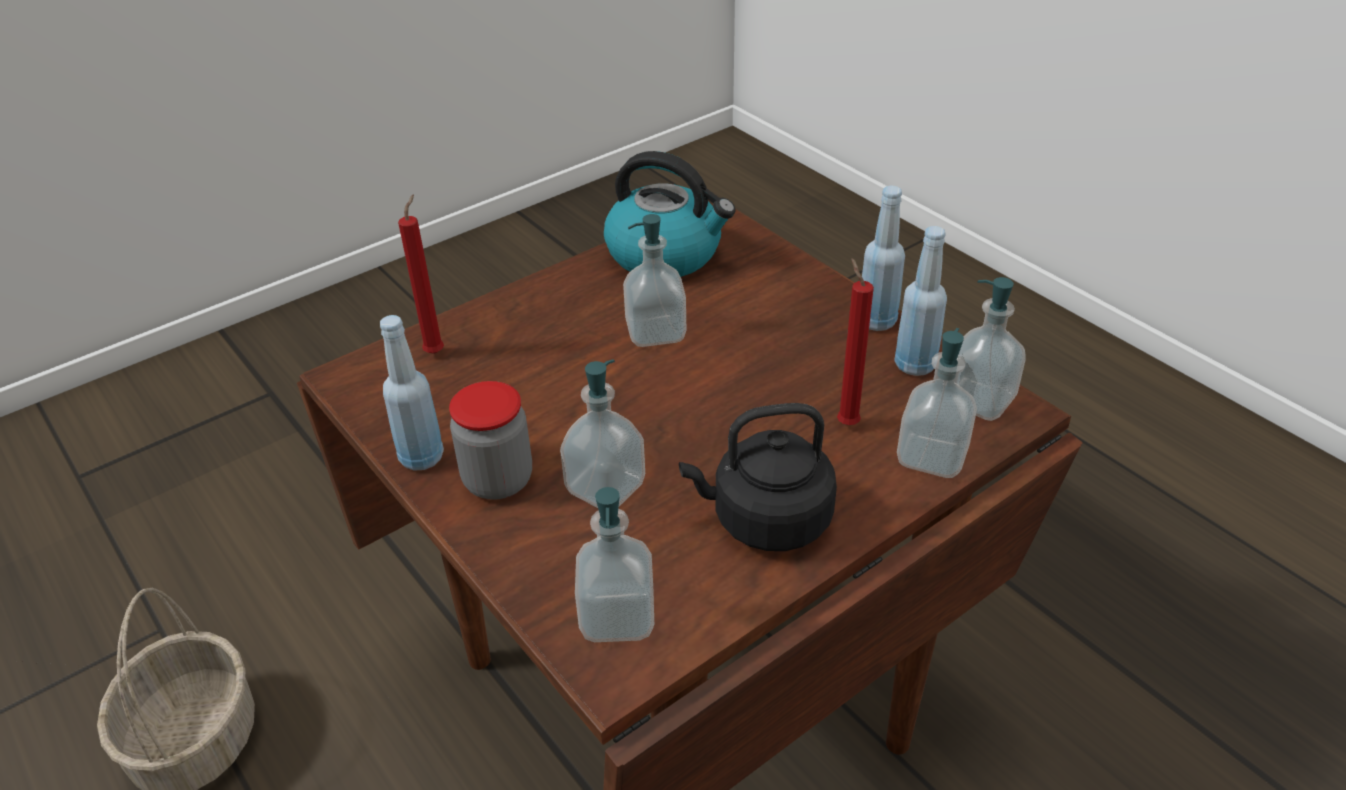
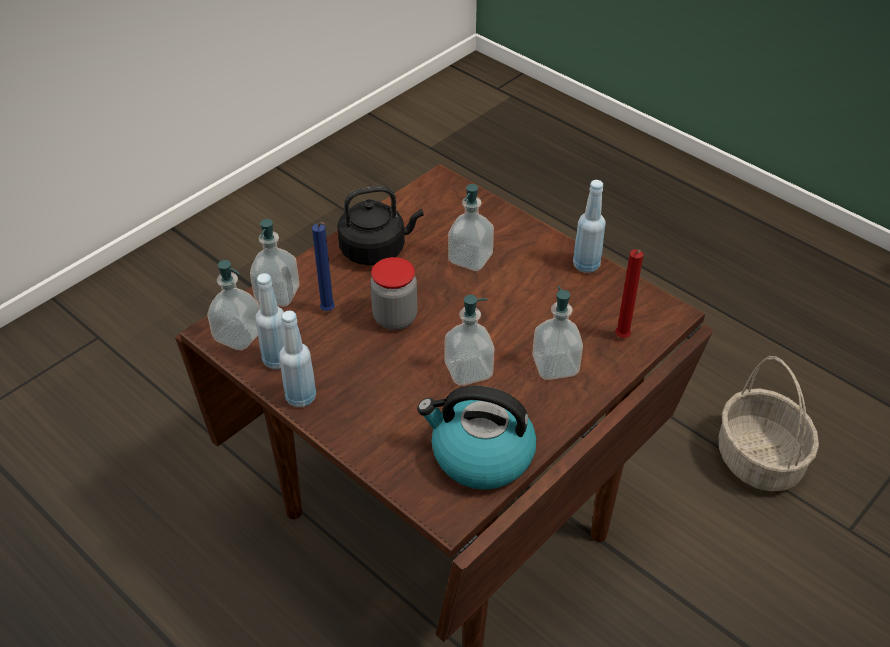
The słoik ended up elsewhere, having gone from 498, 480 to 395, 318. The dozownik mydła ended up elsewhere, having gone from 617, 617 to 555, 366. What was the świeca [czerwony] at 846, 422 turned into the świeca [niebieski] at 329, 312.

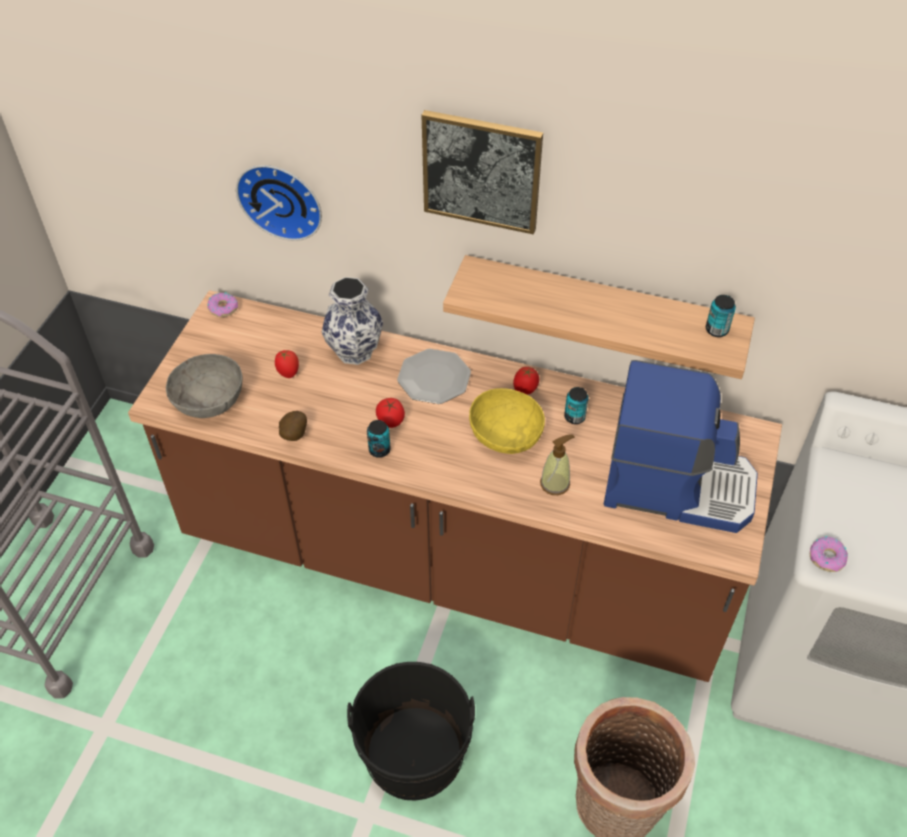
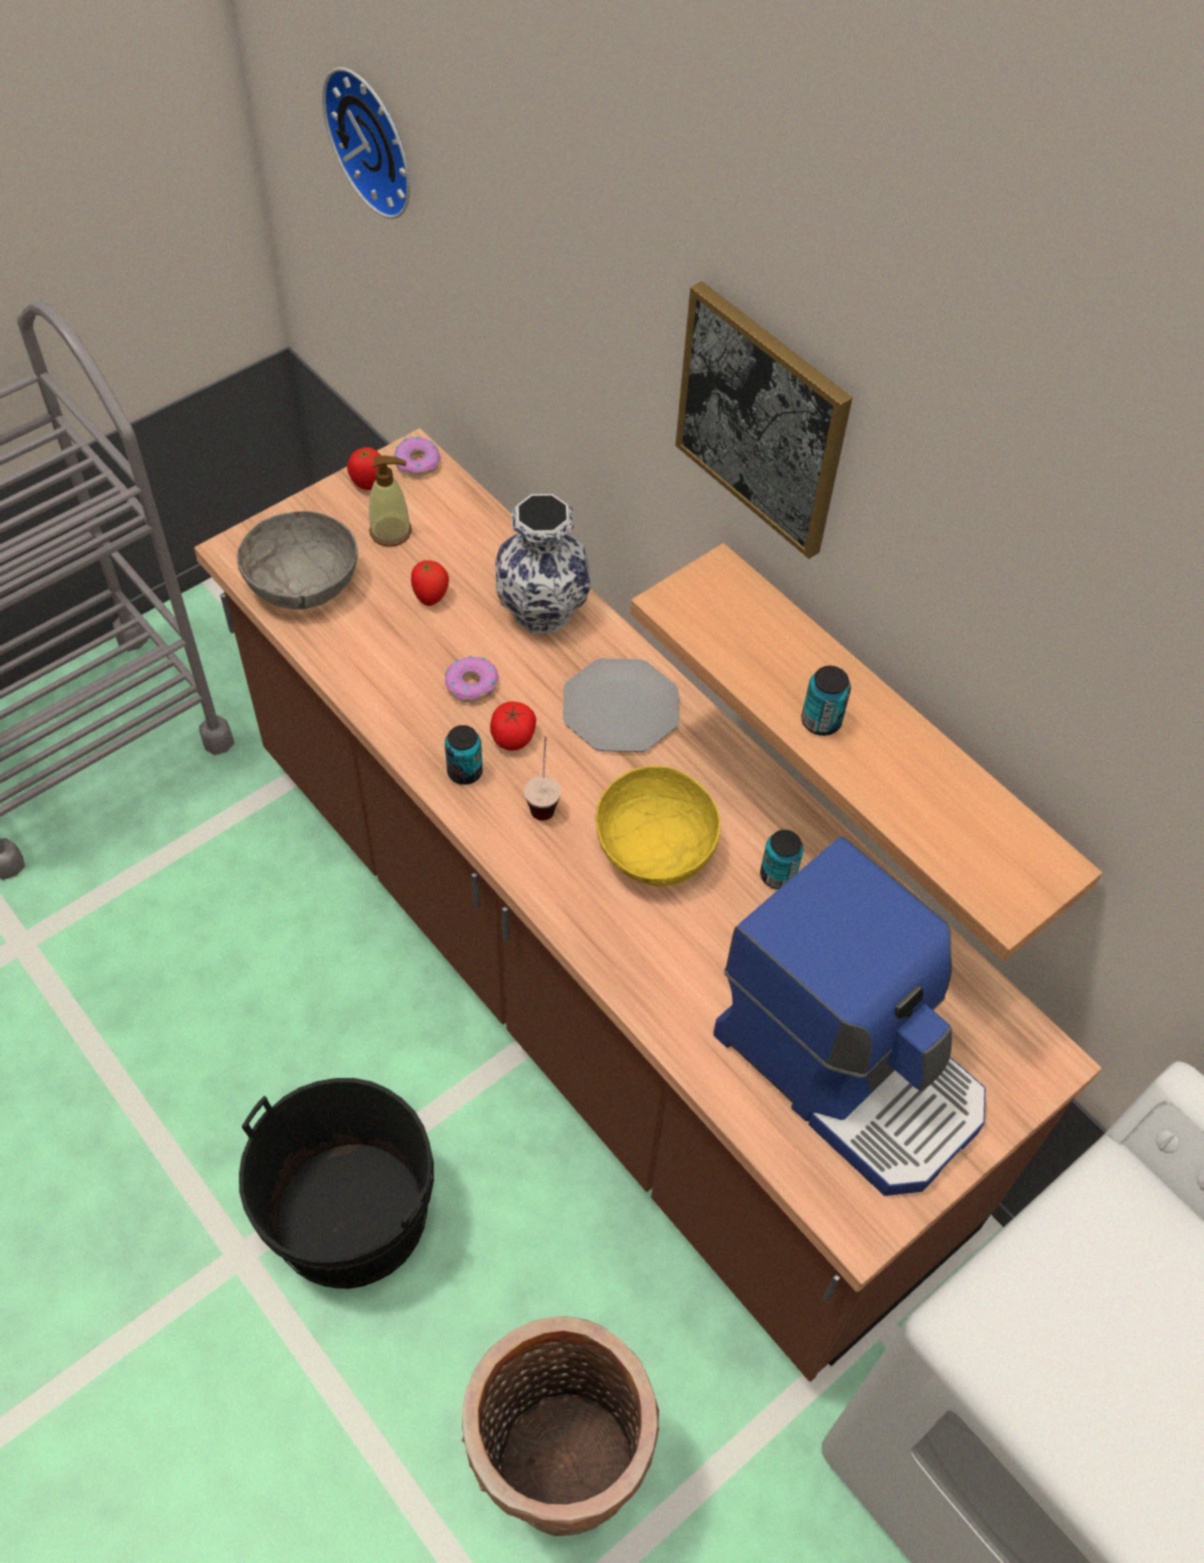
The second view lost the ziemniak at 293, 435. The second view gained the filiżanka at 543, 798. The zegar ścienny ended up elsewhere, having gone from 282, 198 to 376, 140. The pomidor ended up elsewhere, having gone from 525, 390 to 368, 483. The dozownik mydła ended up elsewhere, having gone from 555, 483 to 391, 532. The puszka ended up elsewhere, having gone from 716, 330 to 821, 721. The donut ended up elsewhere, having gone from 827, 557 to 472, 685.

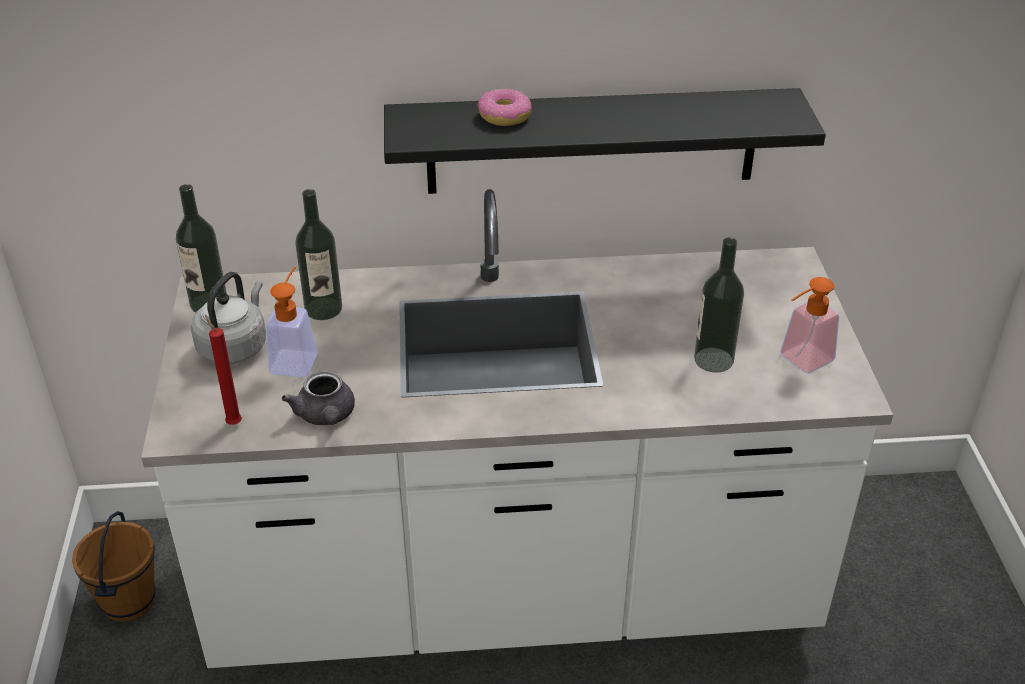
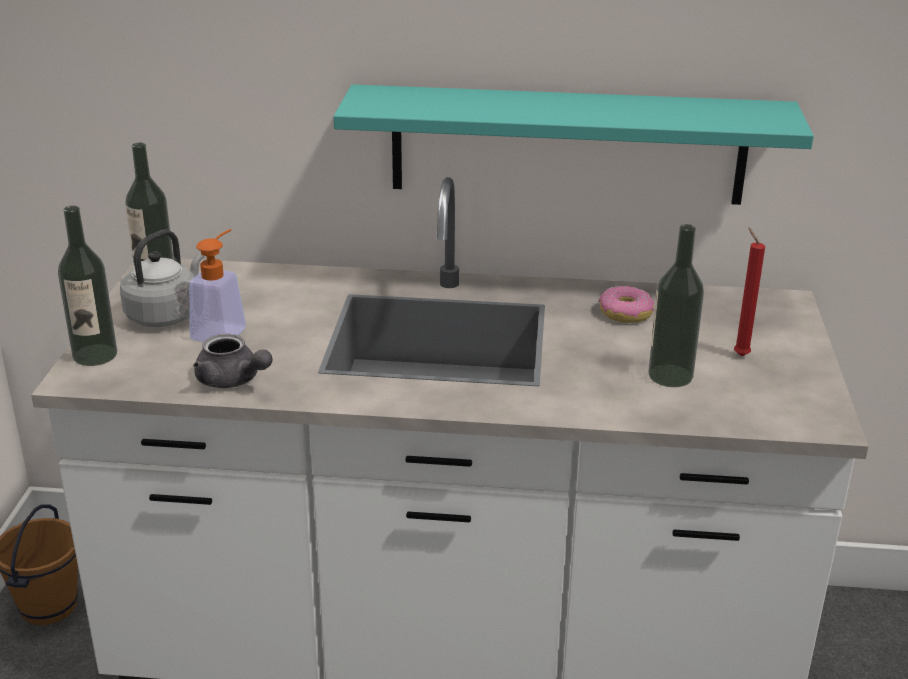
The second view lost the dozownik mydła at 800, 362. The świeca [czerwony] ended up elsewhere, having gone from 233, 422 to 739, 355. The butelka ended up elsewhere, having gone from 323, 309 to 95, 355. The donut ended up elsewhere, having gone from 504, 116 to 625, 313. What was the półka [czarny] at 592, 141 turned into the półka [turkusowy] at 567, 145. The imbryk [szary] at 326, 416 ended up facing another way, 45 degrees counterclockwise from before.

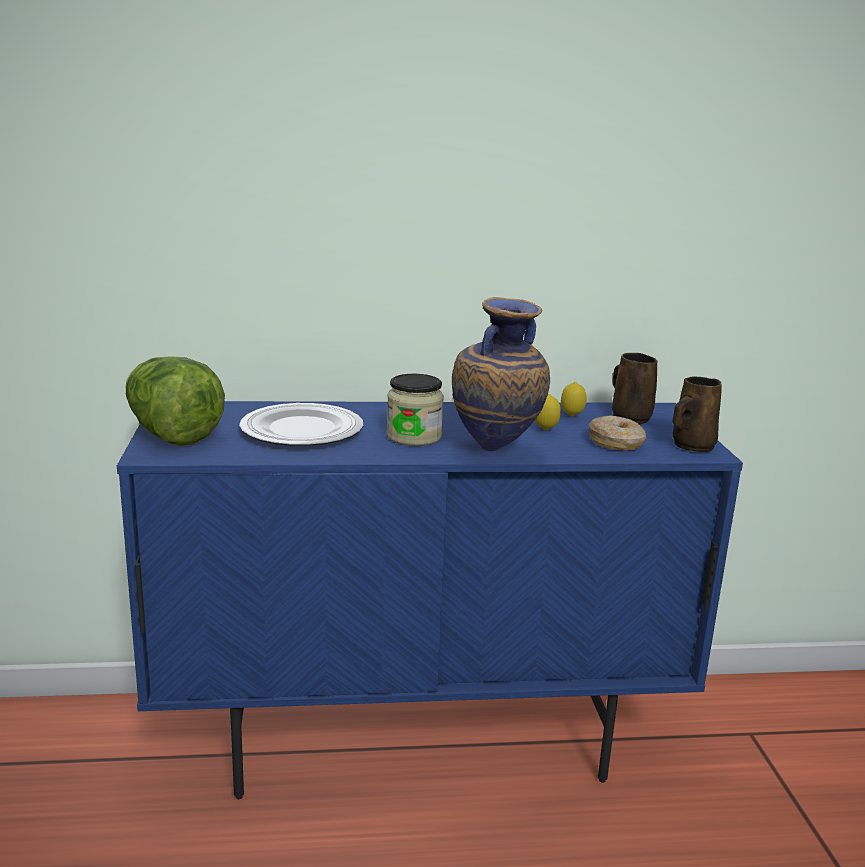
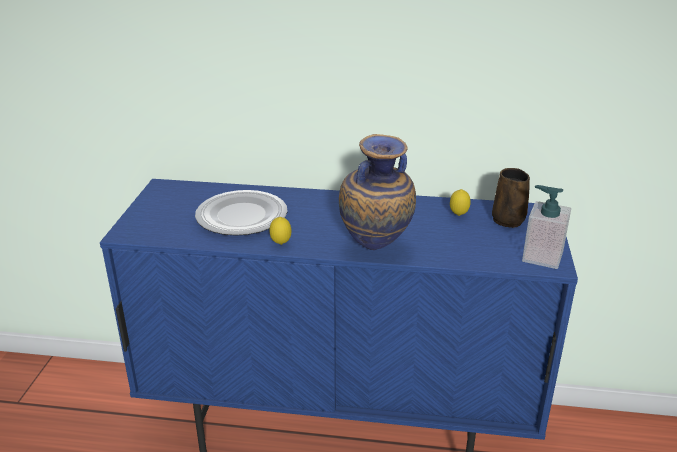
The second view lost the sałata at 171, 435. The second view lost the słoik at 414, 436. The second view lost the donut at 616, 443. The cytryna ended up elsewhere, having gone from 545, 430 to 281, 244. Where the kubek [brązowy] stood at 691, 446, the dozownik mydła came to stand at 542, 256.

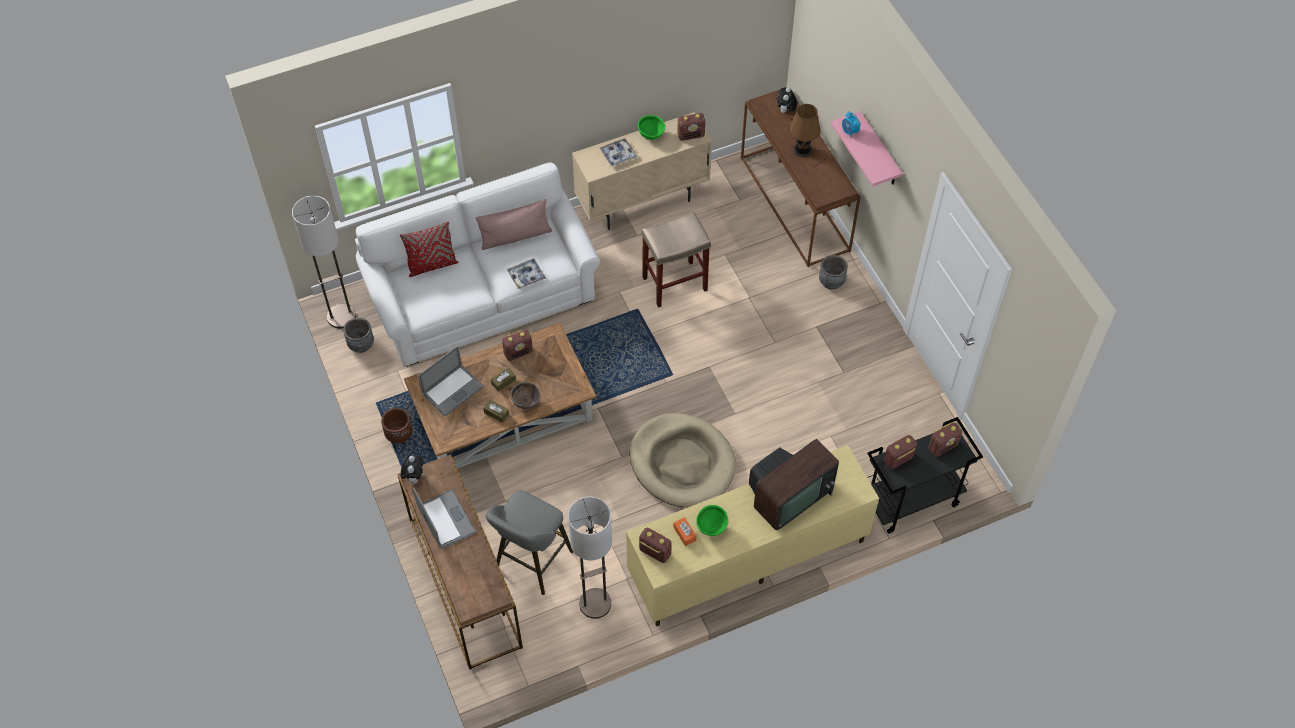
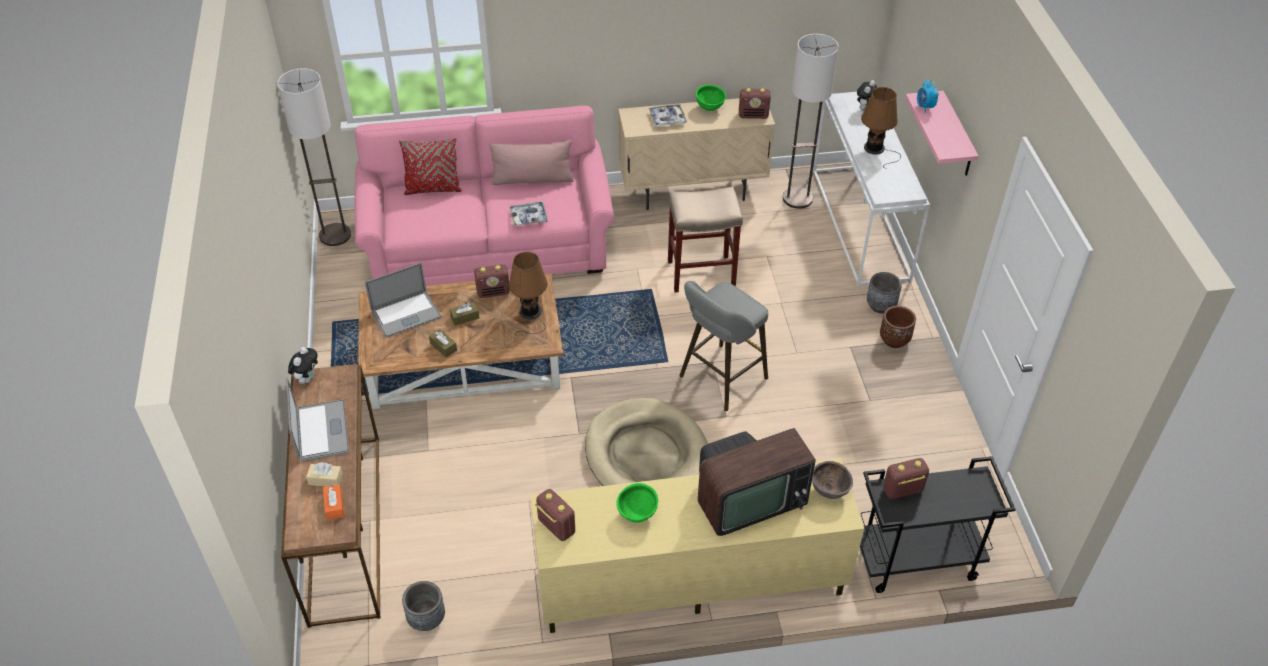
The second view lost the radio at 943, 446. The second view gained the pudełko chusteczek [beżowy] at 325, 479. The second view gained the lampa stołowa [brązowy] at 530, 313. The donica [szary] ended up elsewhere, having gone from 361, 345 to 426, 619. The donica [brązowy] ended up elsewhere, having gone from 399, 435 to 894, 340. The stołek [szary] ended up elsewhere, having gone from 531, 563 to 720, 380. The miska [brązowy] ended up elsewhere, having gone from 526, 403 to 829, 491. The lampa stojąca ended up elsewhere, having gone from 595, 604 to 797, 198. The pudełko chusteczek [pomarańczowy] ended up elsewhere, having gone from 684, 534 to 334, 506. What was the kanapa [biały] at 483, 298 turned into the kanapa [różowy] at 489, 247. What was the stolik konsolowy [brązowy] at 796, 204 turned into the stolik konsolowy [biały] at 861, 224.

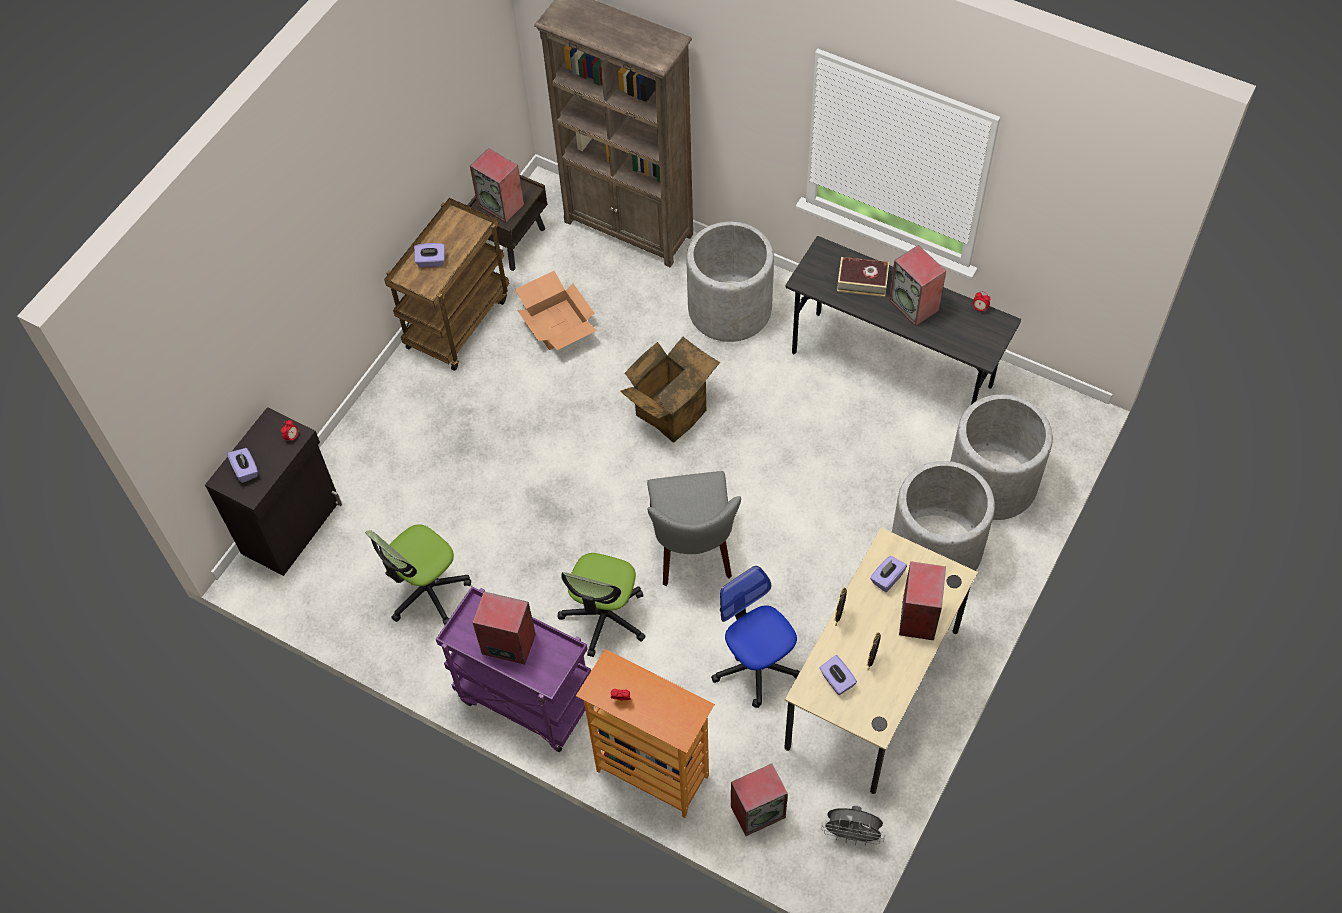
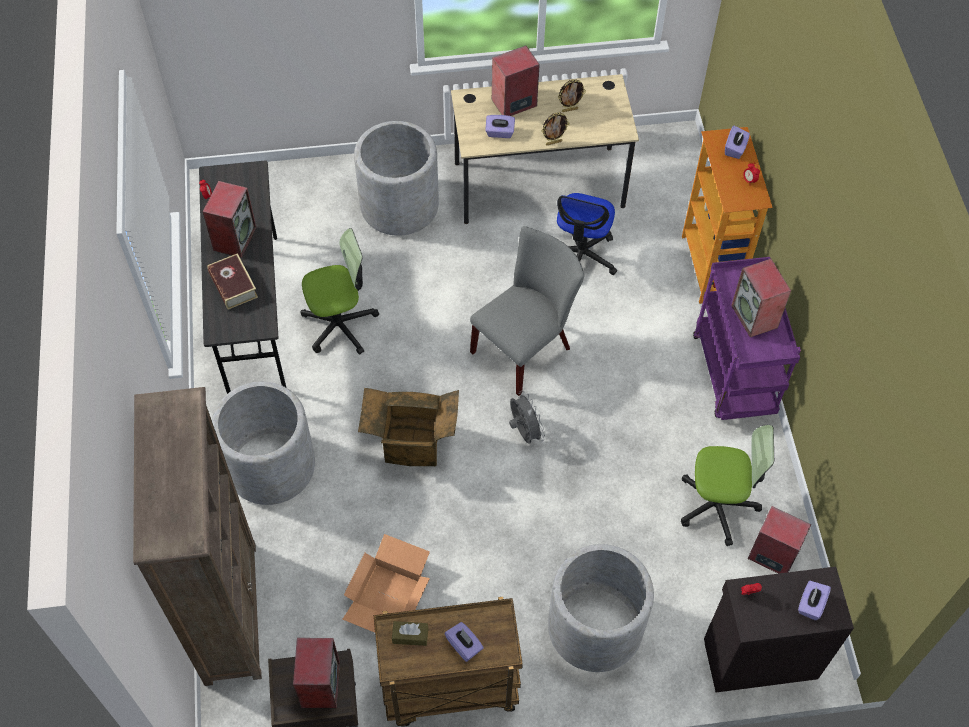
The second view gained the pudełko chusteczek [brązowy] at 410, 636. The krzesło biurowe ended up elsewhere, having gone from 604, 617 to 340, 325. The głośnik ended up elsewhere, having gone from 758, 811 to 771, 555. The pudełko chusteczek [fioletowy] ended up elsewhere, having gone from 836, 681 to 735, 149. The wentylator [szary] ended up elsewhere, having gone from 852, 835 to 524, 432. The donica [szary] ended up elsewhere, having gone from 992, 482 to 595, 627.

